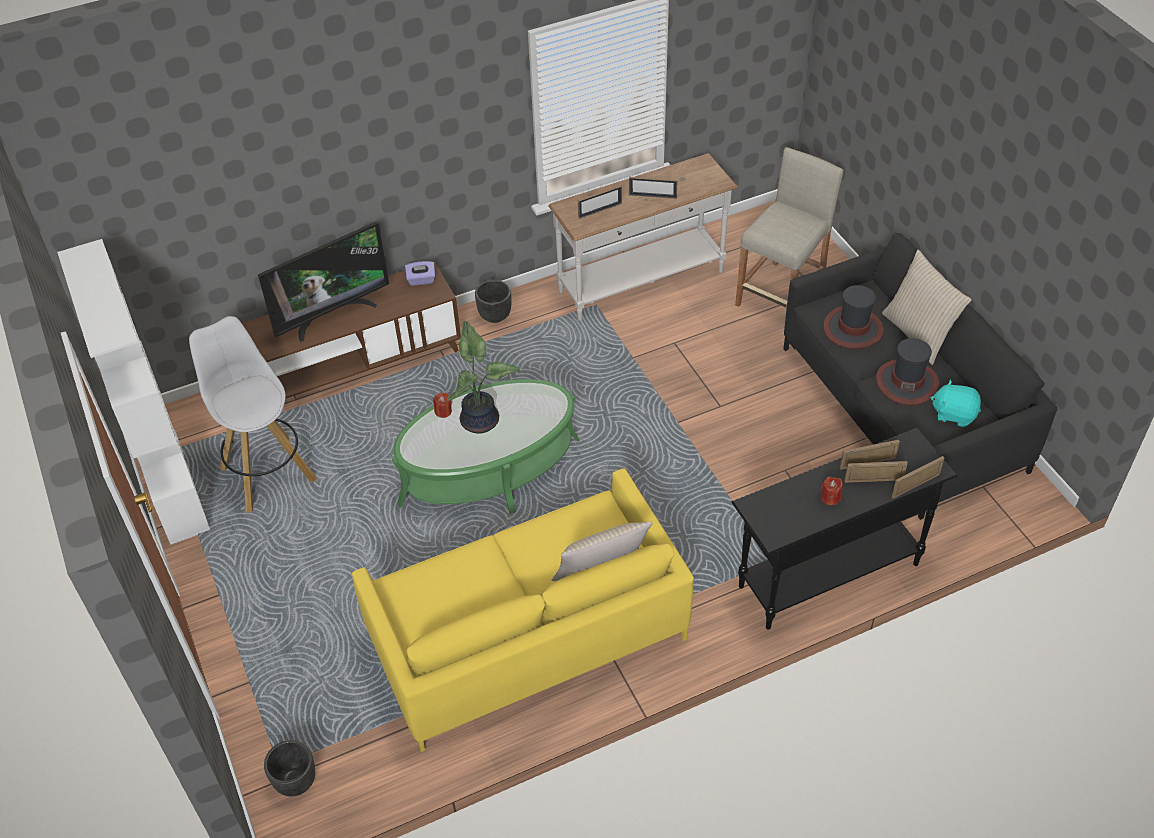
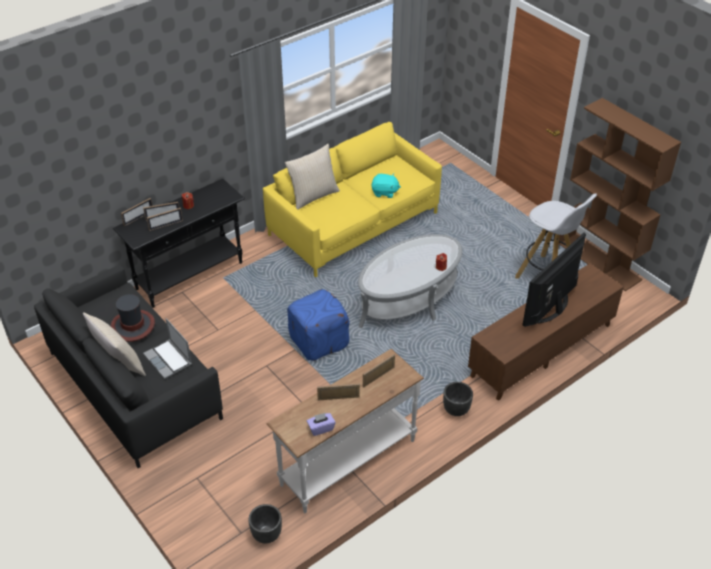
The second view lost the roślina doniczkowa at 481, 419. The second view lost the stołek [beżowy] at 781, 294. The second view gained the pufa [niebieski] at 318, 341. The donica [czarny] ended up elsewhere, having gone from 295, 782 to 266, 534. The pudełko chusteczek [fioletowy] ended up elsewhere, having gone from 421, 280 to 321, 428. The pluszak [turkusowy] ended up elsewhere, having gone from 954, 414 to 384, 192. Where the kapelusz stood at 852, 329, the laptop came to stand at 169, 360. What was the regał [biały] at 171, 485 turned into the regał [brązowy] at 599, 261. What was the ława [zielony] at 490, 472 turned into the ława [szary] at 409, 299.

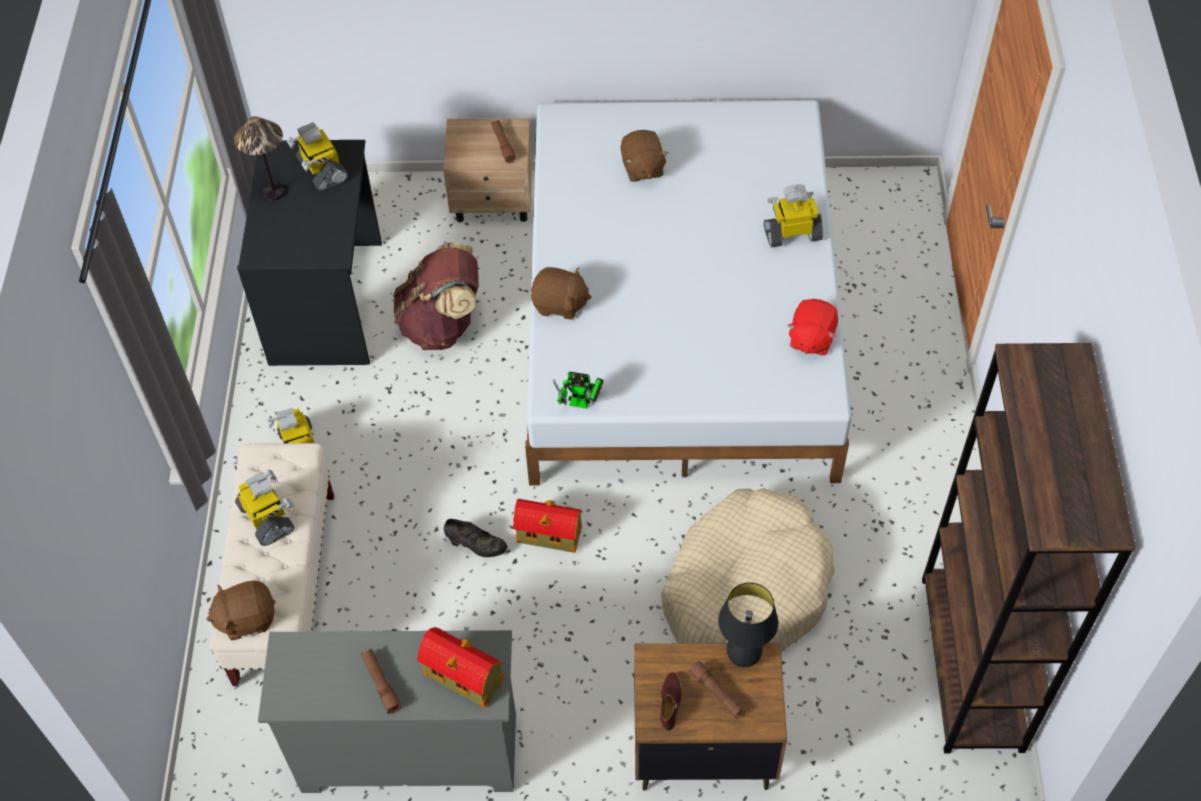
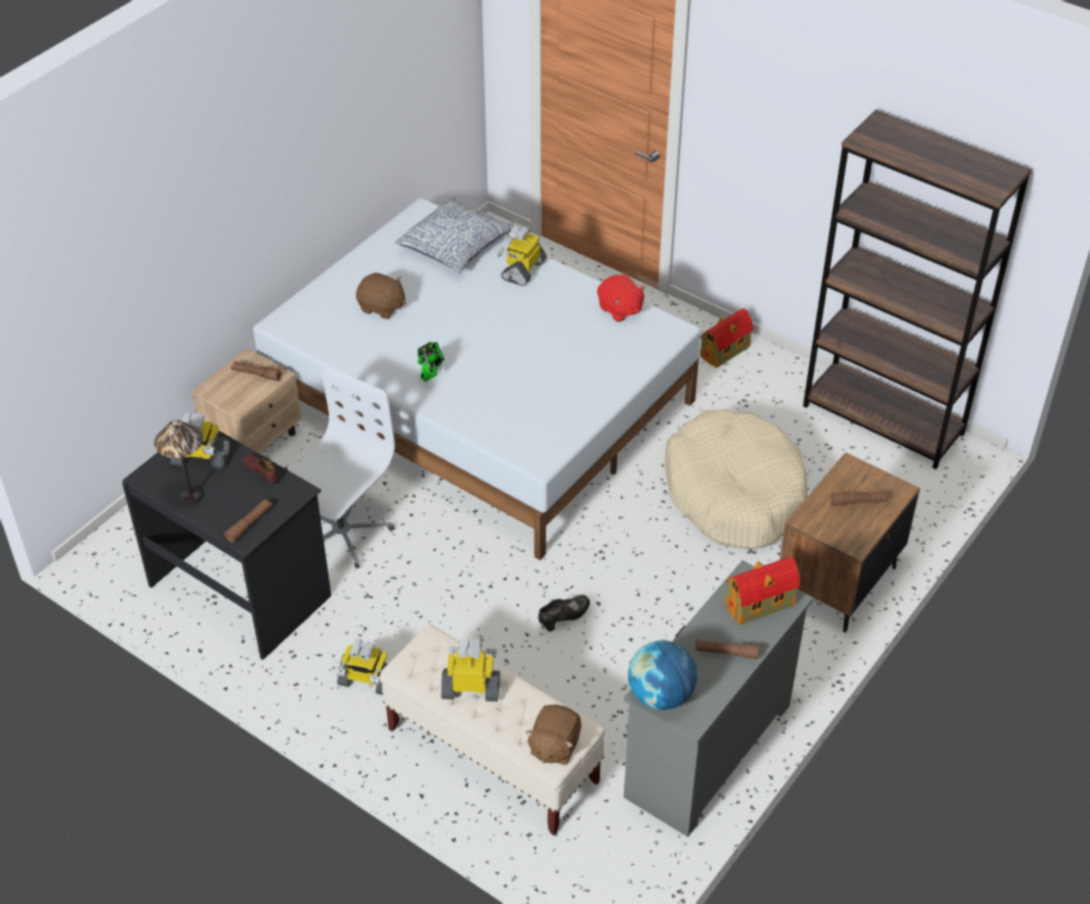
The second view lost the pluszak [brązowy] at 560, 304. The second view lost the lampa stołowa [czarny] at 743, 658. The second view gained the latarka [brązowy] at 249, 524. The second view gained the poduszka at 456, 246. The second view gained the globus at 661, 695. The domek ended up elsewhere, having gone from 550, 535 to 725, 351. The robot zabawkowy ended up elsewhere, having gone from 582, 404 to 431, 375. The but [brązowy] ended up elsewhere, having gone from 670, 702 to 261, 471. Where the plecak [brązowy] stood at 442, 324, the krzesło biurowe [biały] came to stand at 340, 532.

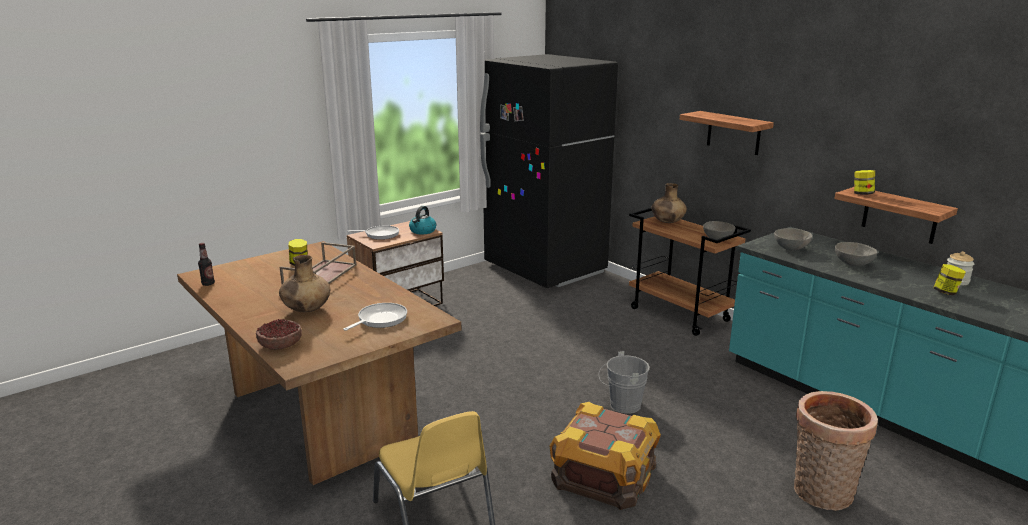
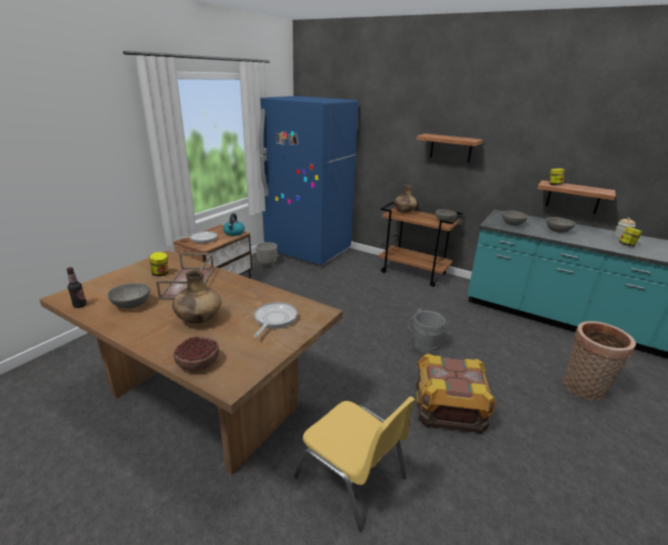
The second view gained the miska [szary] at 131, 305. The second view gained the donica at 267, 264. What was the lodówka [czarny] at 545, 269 turned into the lodówka [niebieski] at 308, 251.

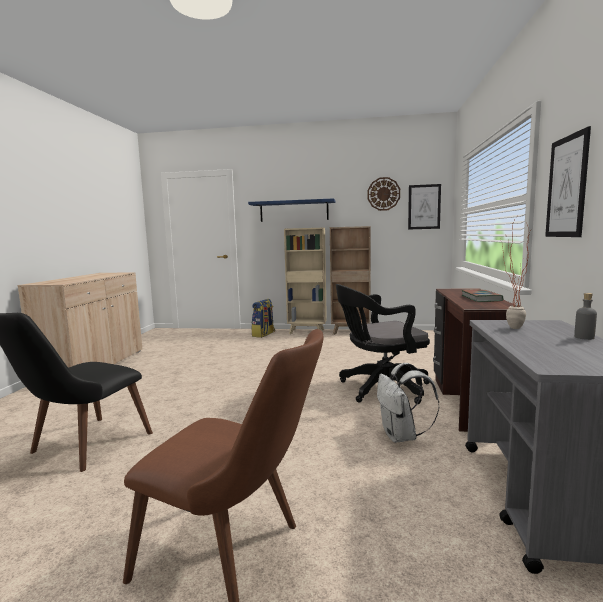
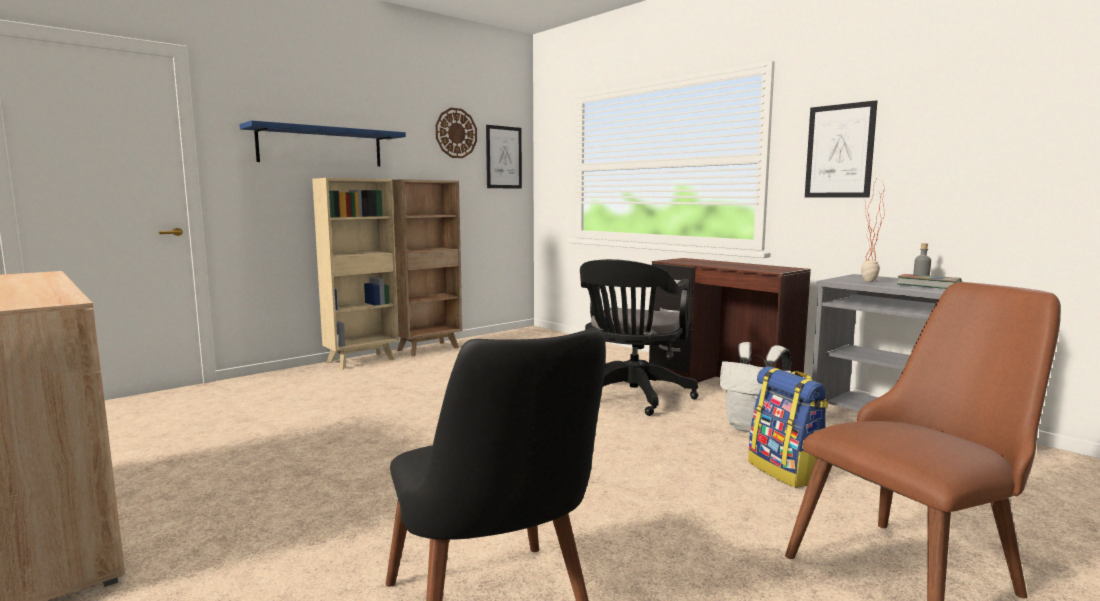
The plecak ended up elsewhere, having gone from 264, 334 to 786, 471. The książka ended up elsewhere, having gone from 481, 298 to 928, 285.

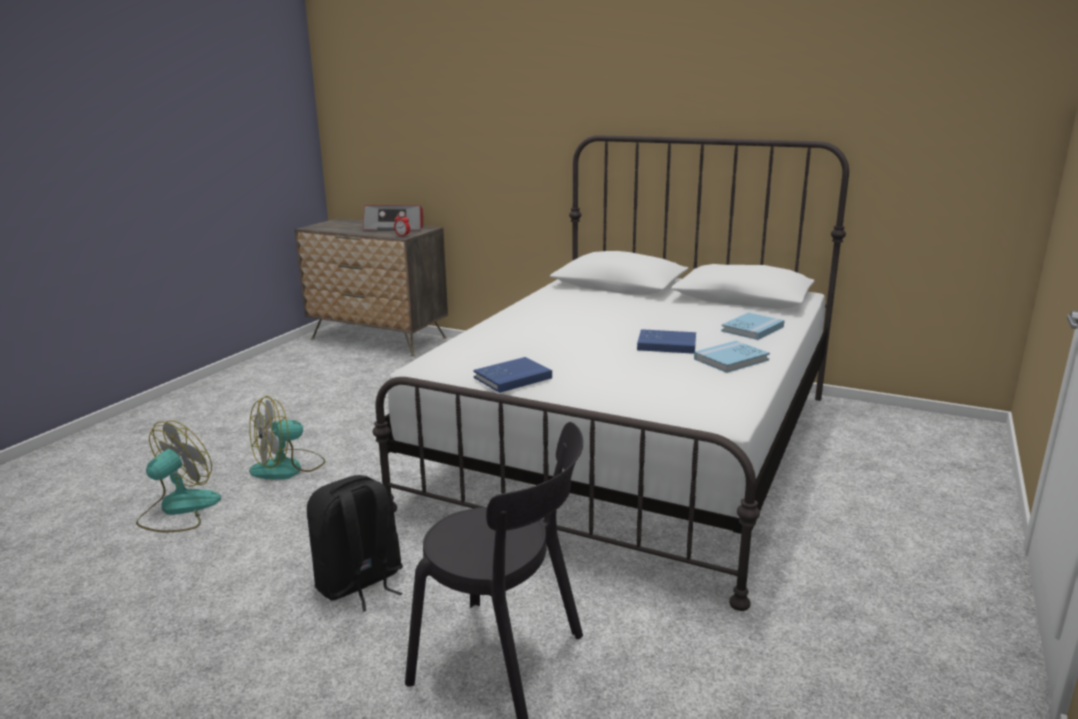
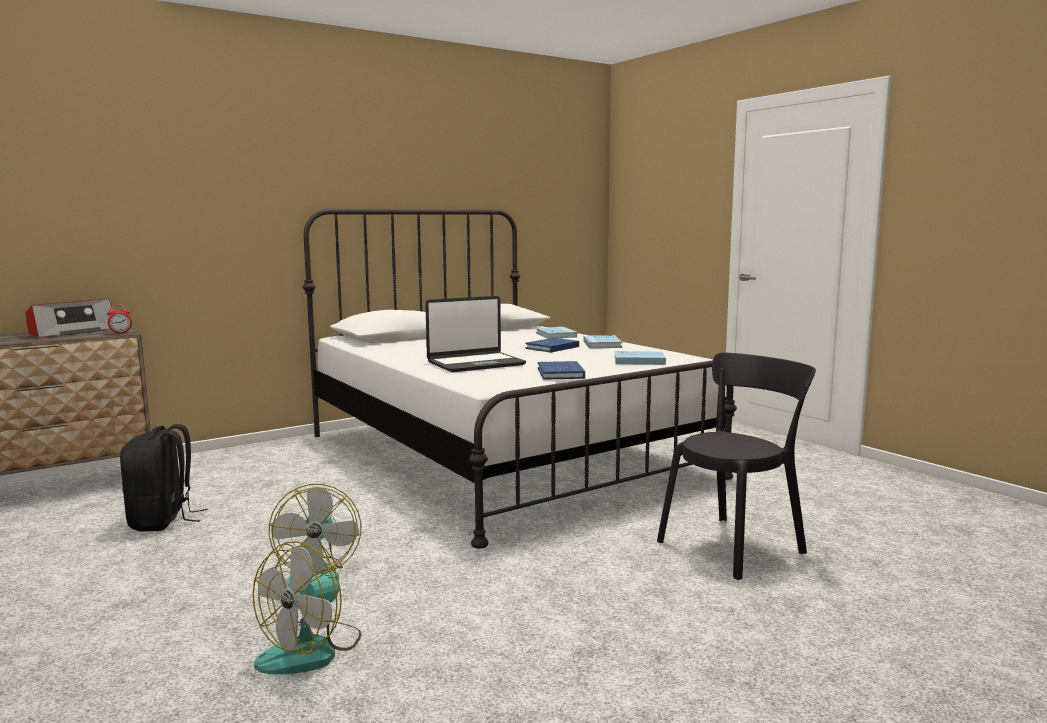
The second view gained the laptop at 475, 363. The second view gained the książka [niebieski] at 639, 361. The plecak [czarny] ended up elsewhere, having gone from 359, 583 to 163, 521. The wentylator at 178, 509 ended up facing another way, 120 degrees counterclockwise from before.

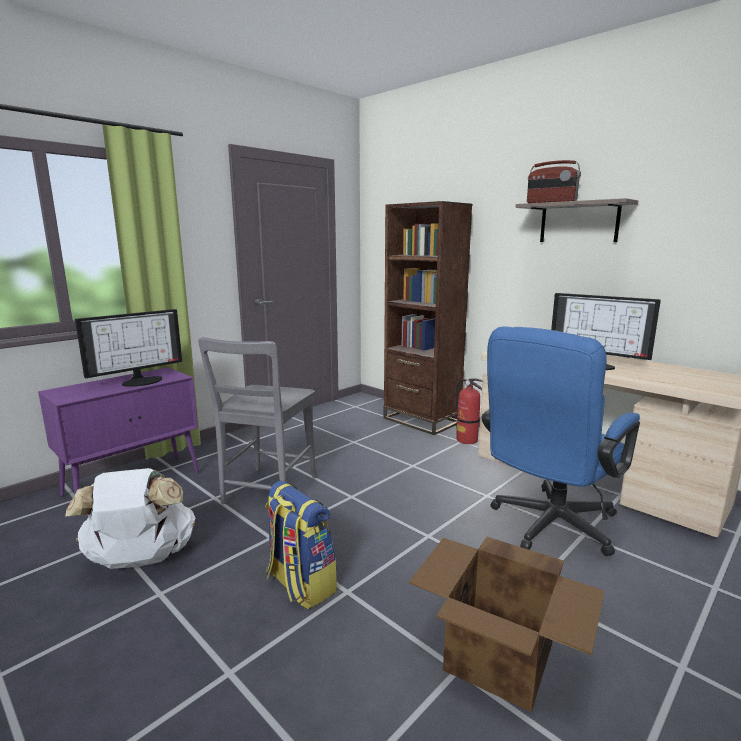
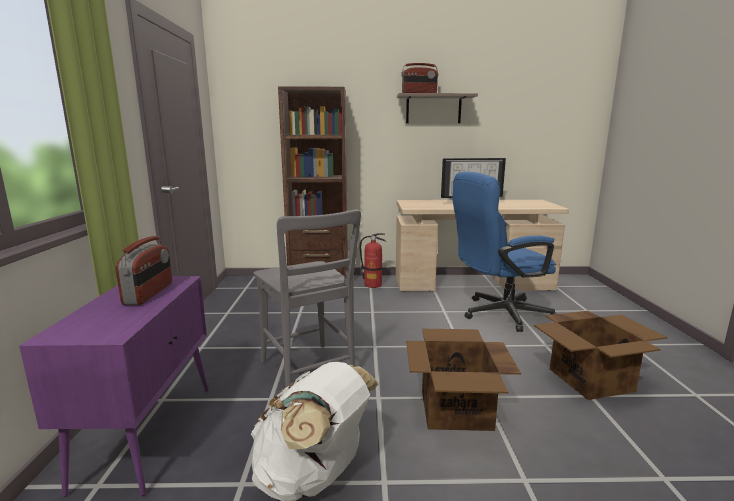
Where the monitor stood at 142, 380, the radio came to stand at 149, 293. Where the plecak stood at 299, 584, the karton came to stand at 455, 410. The krzesło biurowe [niebieski] at 548, 527 ended up facing another way, 75 degrees clockwise from before.

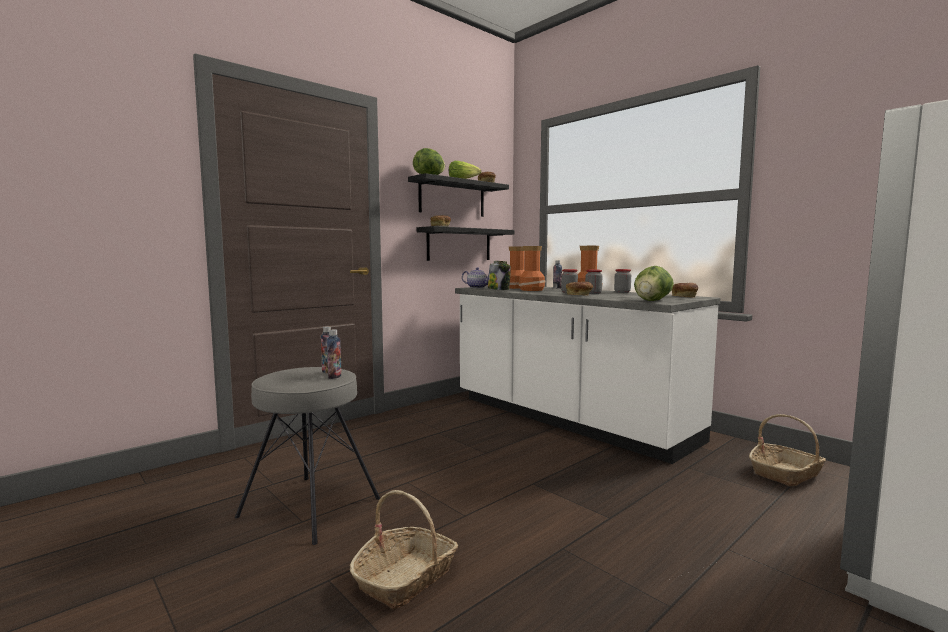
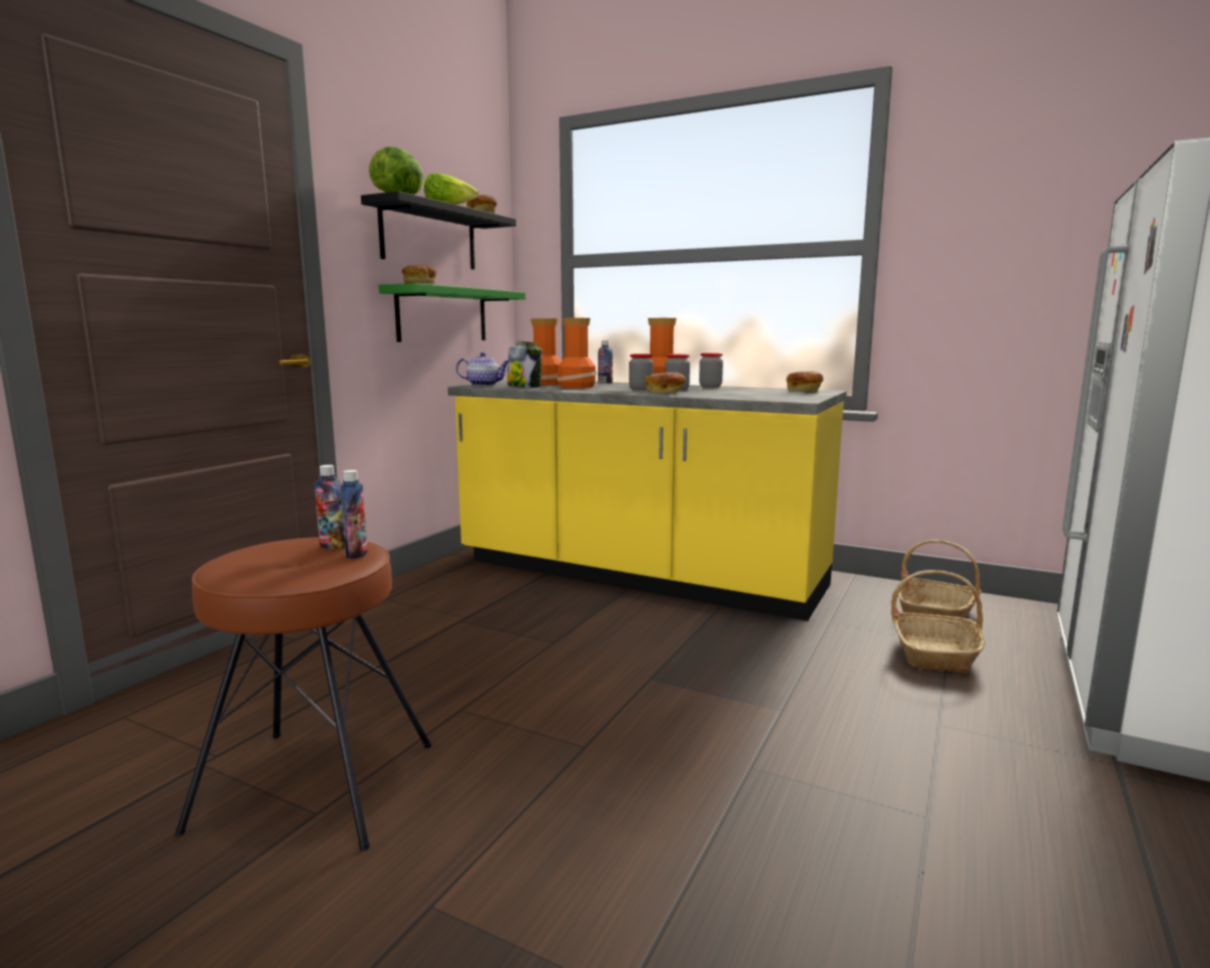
The second view lost the sałata at 652, 301. The koszyk ended up elsewhere, having gone from 406, 577 to 934, 653. What was the stołek [szary] at 310, 506 turned into the stołek [brązowy] at 316, 784. What was the półka [czarny] at 459, 244 turned into the półka [zielony] at 442, 315. What was the zabudowa kuchenna [biały] at 568, 419 turned into the zabudowa kuchenna [żółty] at 638, 575.

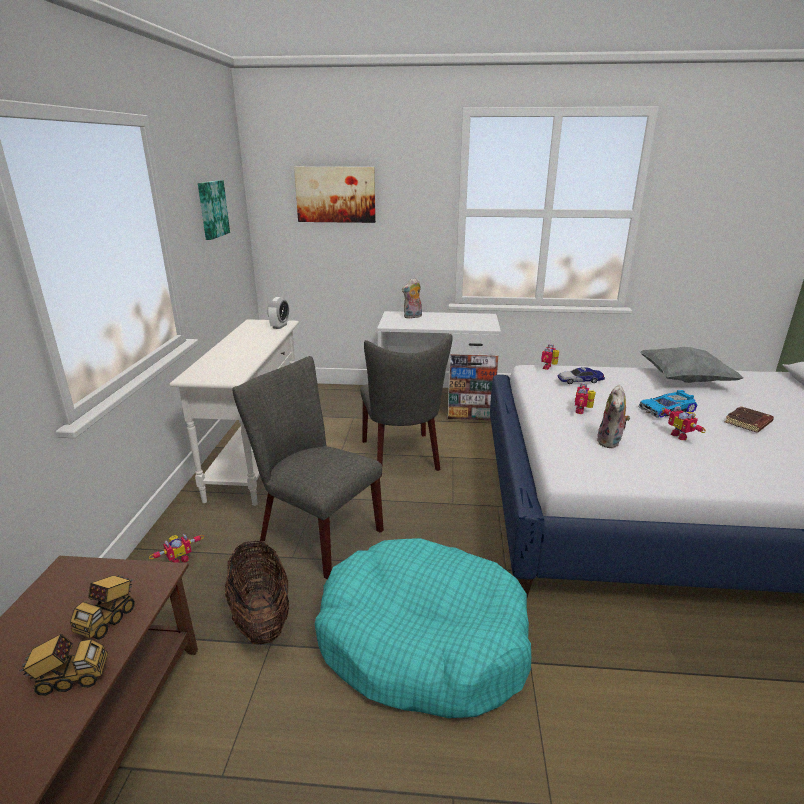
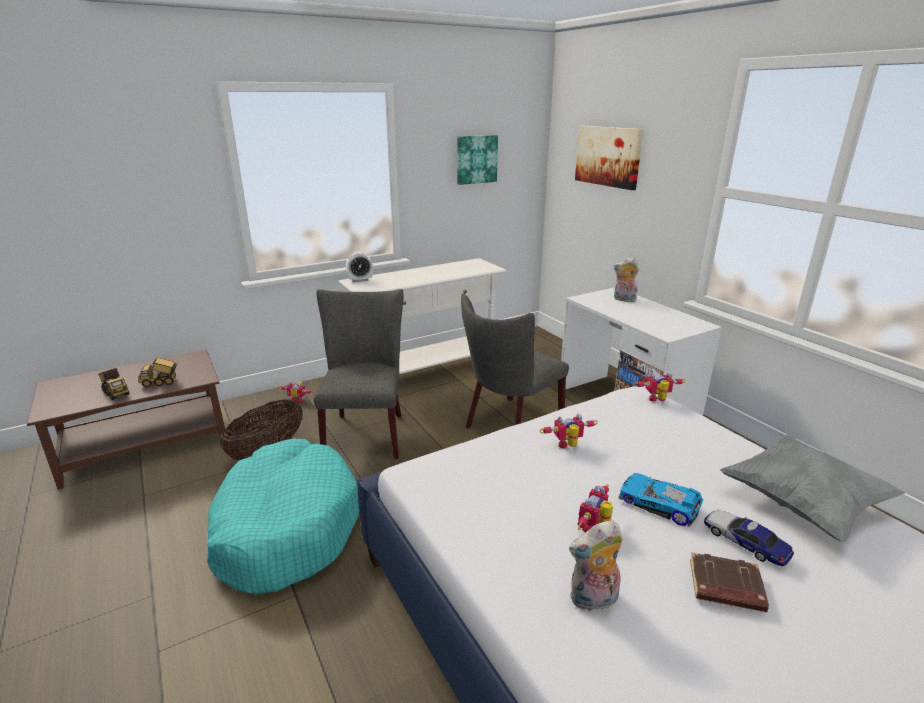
The budzik ended up elsewhere, having gone from 279, 326 to 360, 280. The samochodzik ended up elsewhere, having gone from 580, 380 to 745, 542. The pluszak ended up elsewhere, having gone from 610, 442 to 593, 600.

